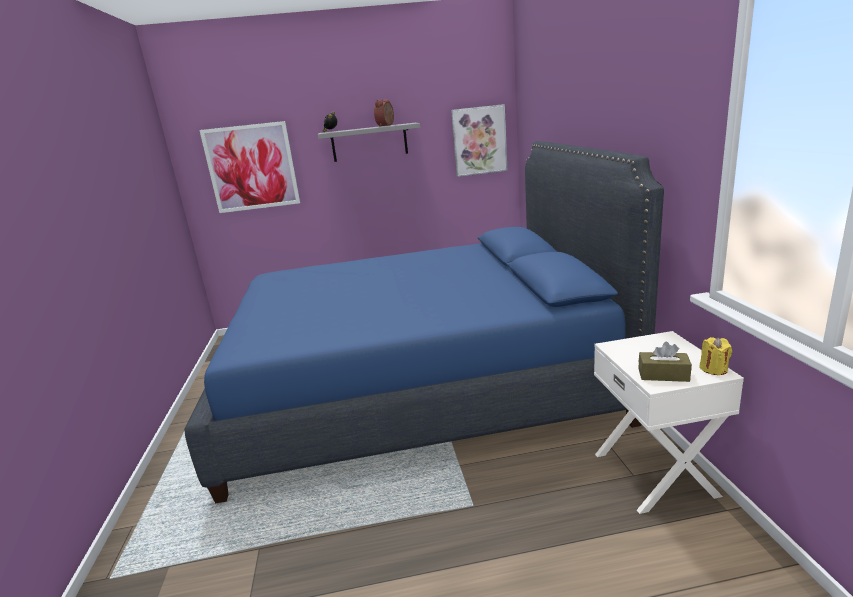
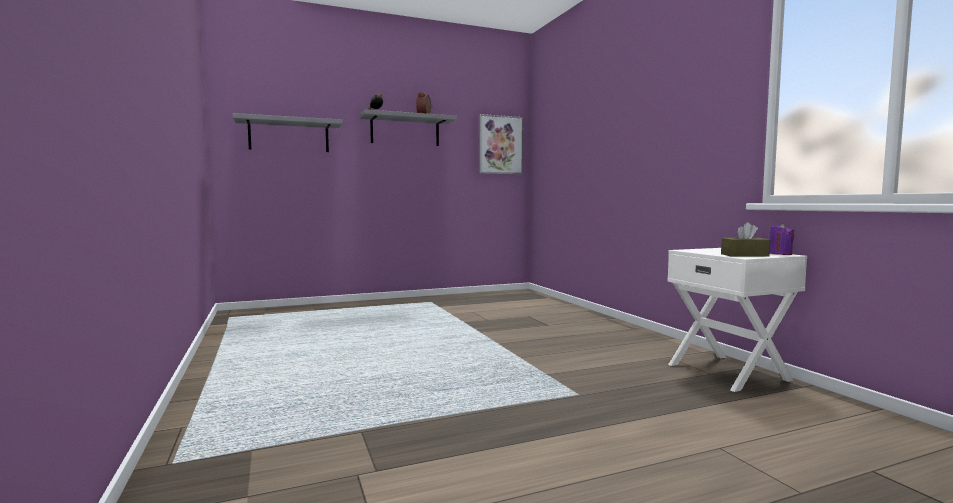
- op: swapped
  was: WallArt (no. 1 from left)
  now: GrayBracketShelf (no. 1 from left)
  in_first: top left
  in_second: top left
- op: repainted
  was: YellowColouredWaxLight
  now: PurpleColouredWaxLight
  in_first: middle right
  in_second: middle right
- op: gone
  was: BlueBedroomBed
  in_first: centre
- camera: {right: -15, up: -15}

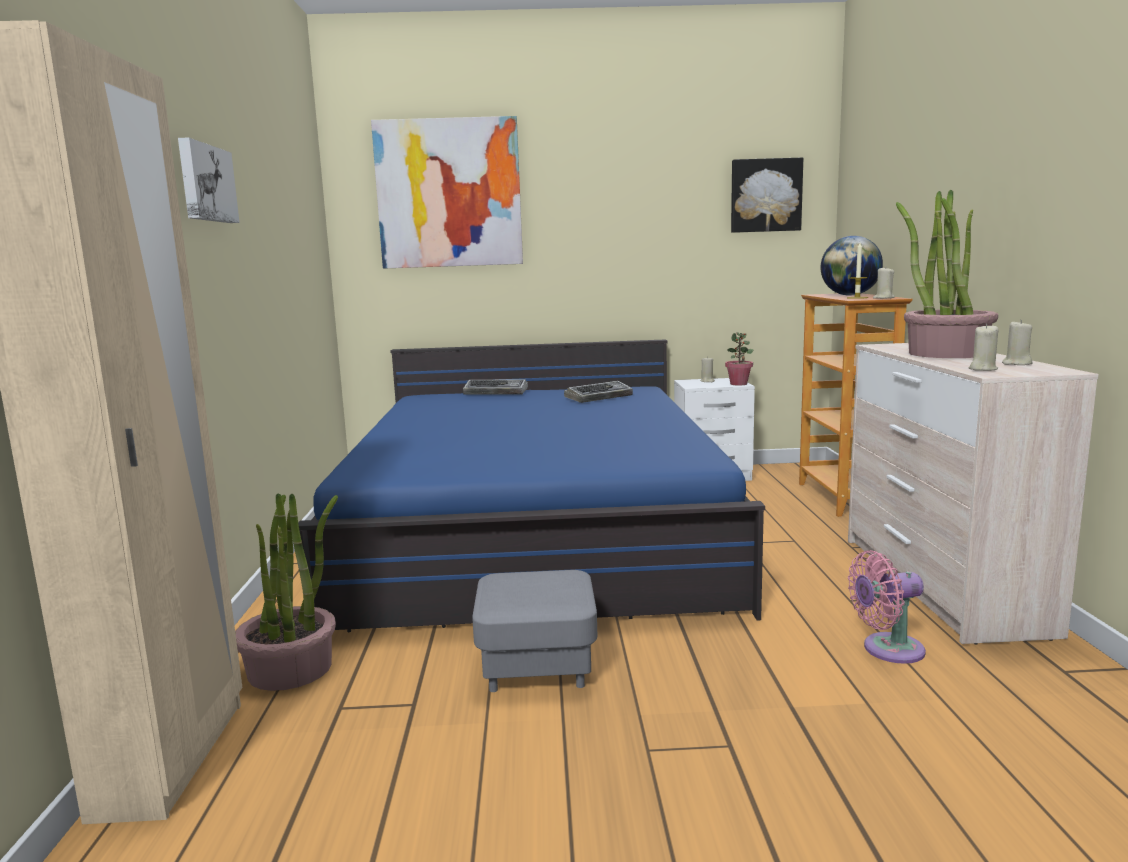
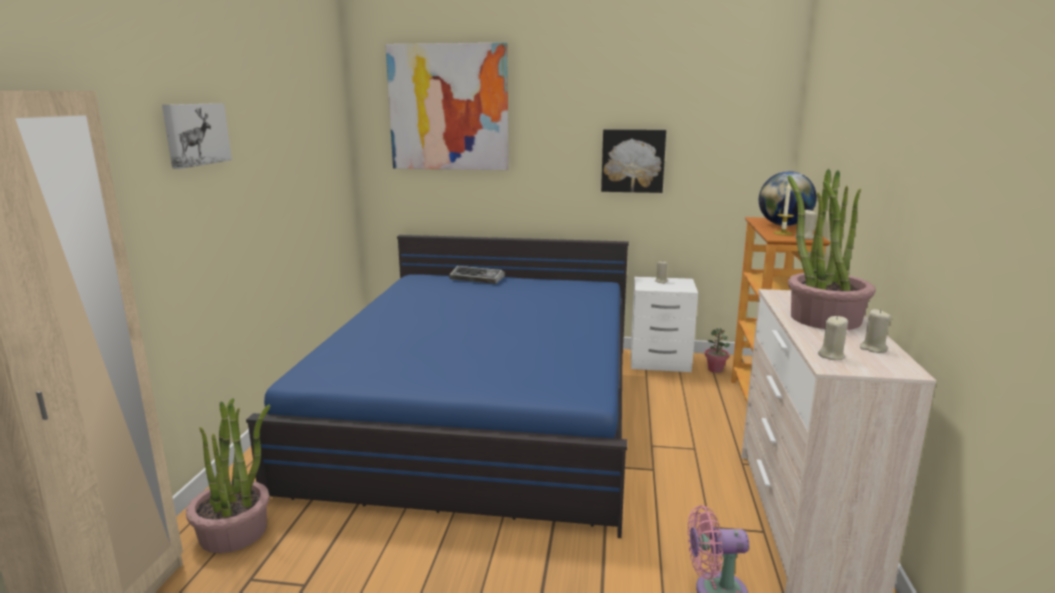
- op: shifted
  was: WallArt (no. 3 from left)
  in_first: top right
  in_second: top centre
- op: shifted
  was: PottedPlant (no. 2 from left)
  in_first: centre
  in_second: middle right
- op: gone
  was: GrayOttoman
  in_first: bottom centre
- op: gone
  was: PcKeyboard (no. 2 from left)
  in_first: centre
- camera: {right: 10, up: 5}

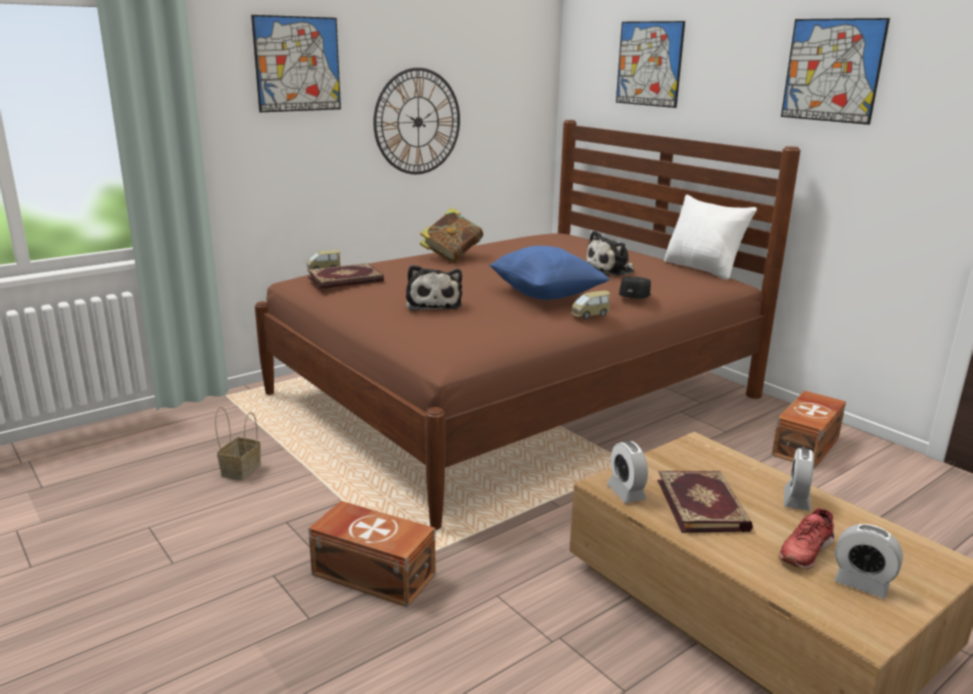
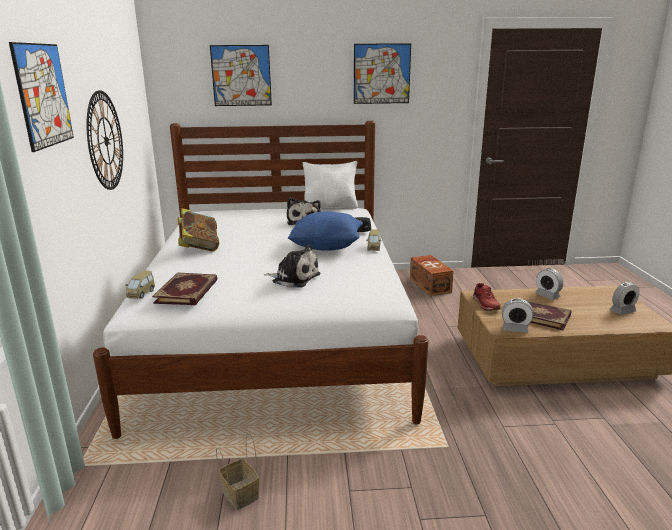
- op: repainted
  was: BrownishBedroomBed
  now: WhitishBedroomBed
  in_first: centre
  in_second: centre
- op: shifted
  was: ReddishItemOfFootwear
  in_first: bottom right
  in_second: middle right
- op: gone
  was: BrownishStorageBin (no. 1 from left)
  in_first: bottom centre
- camera: {right: -55, up: 0}

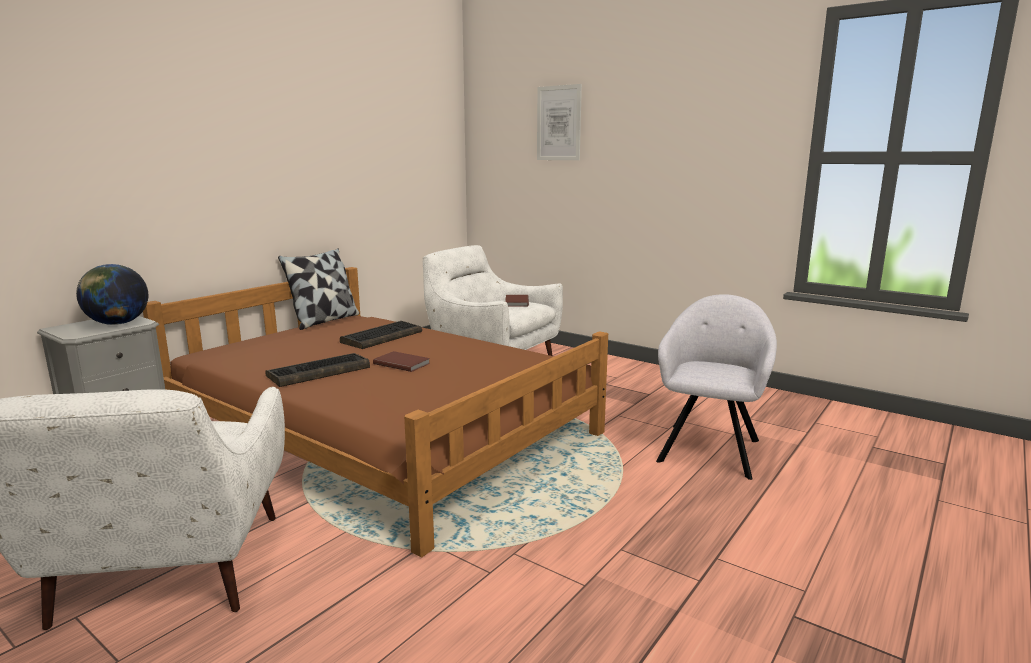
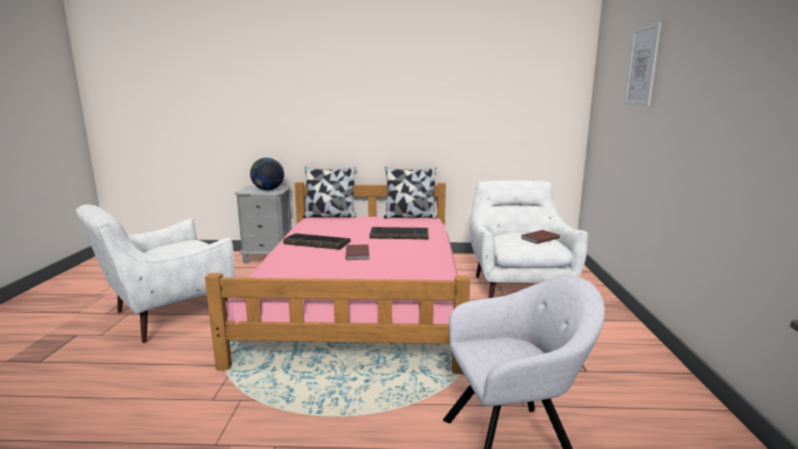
- op: repainted
  was: BrownishBedroomBed
  now: PinkColouredBedroomBed
  in_first: centre
  in_second: centre
- op: new
  now: Pillow (no. 1 from left)
  in_second: centre
- camera: {right: 55, up: 0}

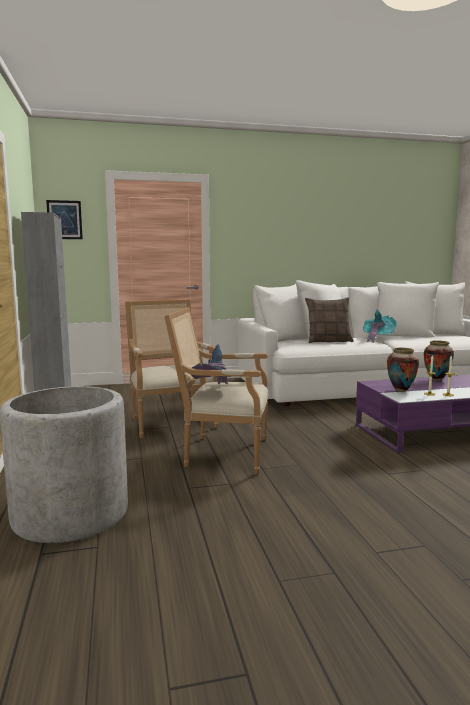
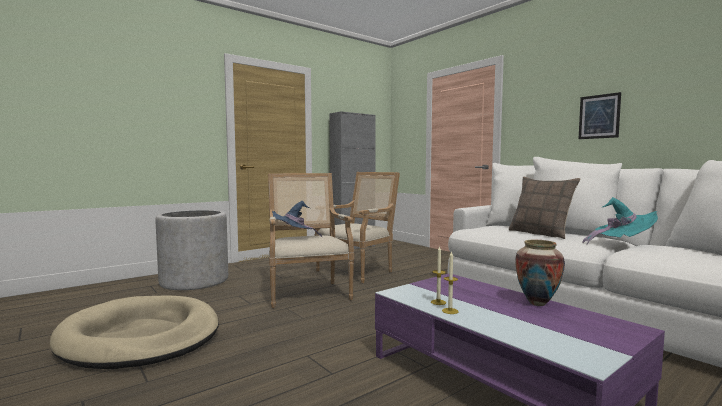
- op: new
  now: BeigeColouredPetBed
  in_second: bottom left
- op: shifted
  was: WallArt
  in_first: top left
  in_second: top right
- op: gone
  was: DecorativeVase (no. 1 from left)
  in_first: middle right
- camera: {right: 65, up: -5}

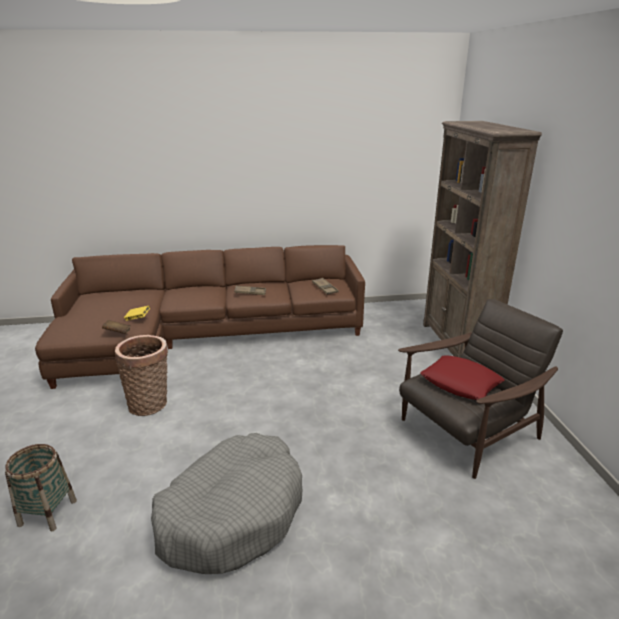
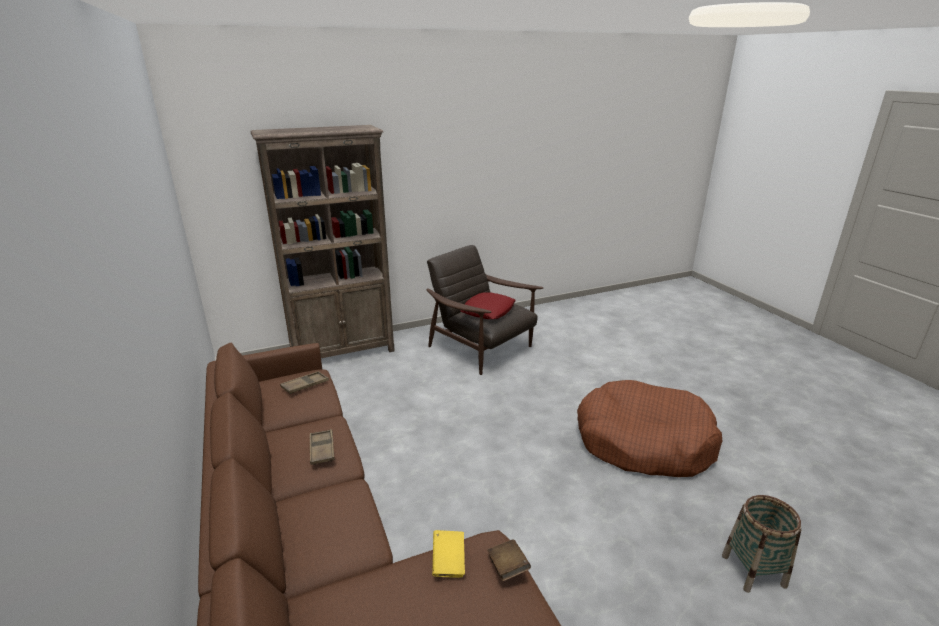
- op: repainted
  was: GrayPetBed
  now: BrownishPetBed
  in_first: bottom centre
  in_second: bottom right
- op: gone
  was: HouseholdBasket (no. 2 from left)
  in_first: middle left
- camera: {right: -105, up: 0}

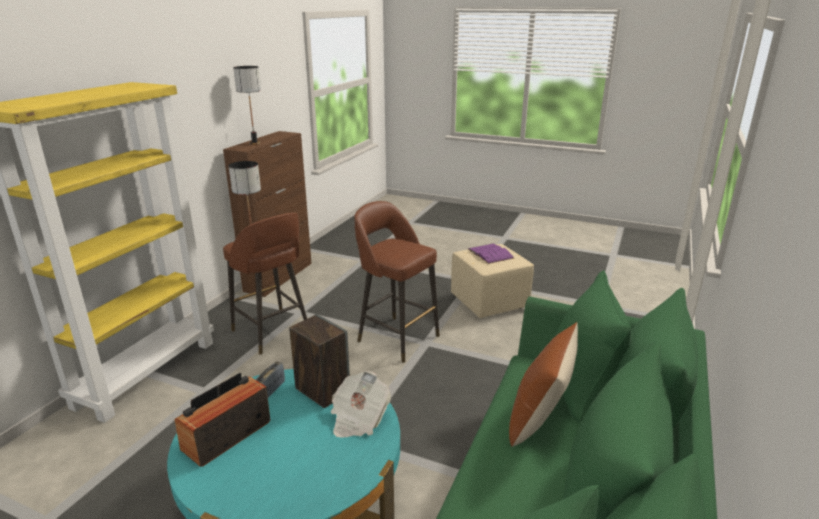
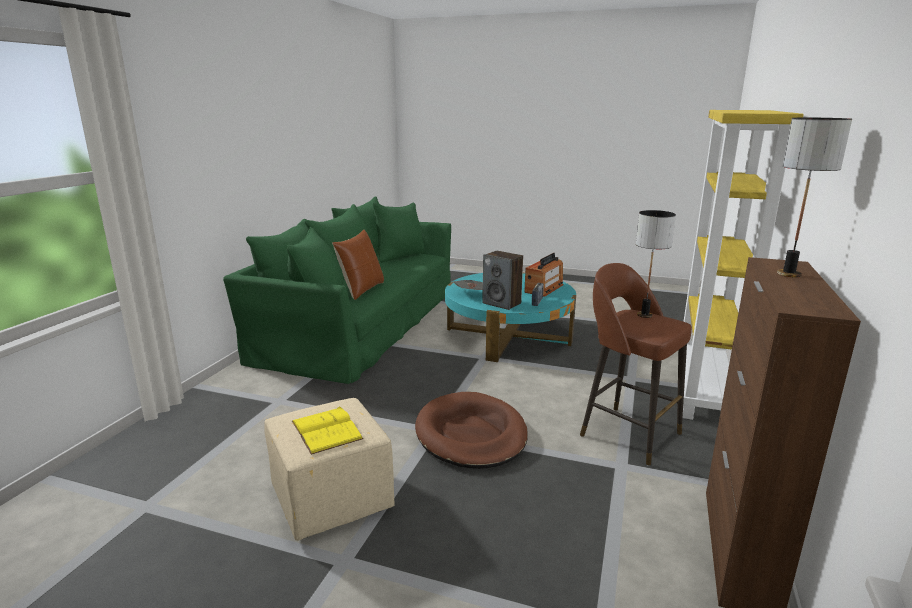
- op: repainted
  was: PurpleColouredVolume
  now: YellowColouredVolume
  in_first: centre
  in_second: bottom centre
- op: swapped
  was: BrownishStoolSeat (no. 2 from left)
  now: BrownishPetBed
  in_first: centre
  in_second: bottom centre
- camera: {right: 175, up: -5}

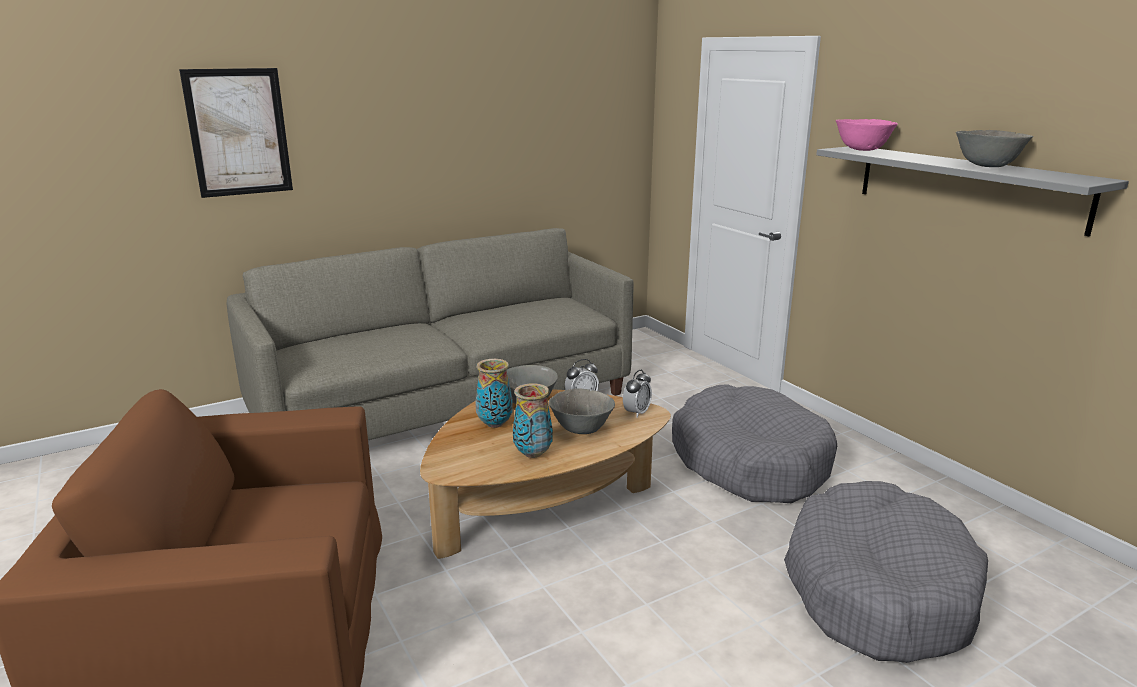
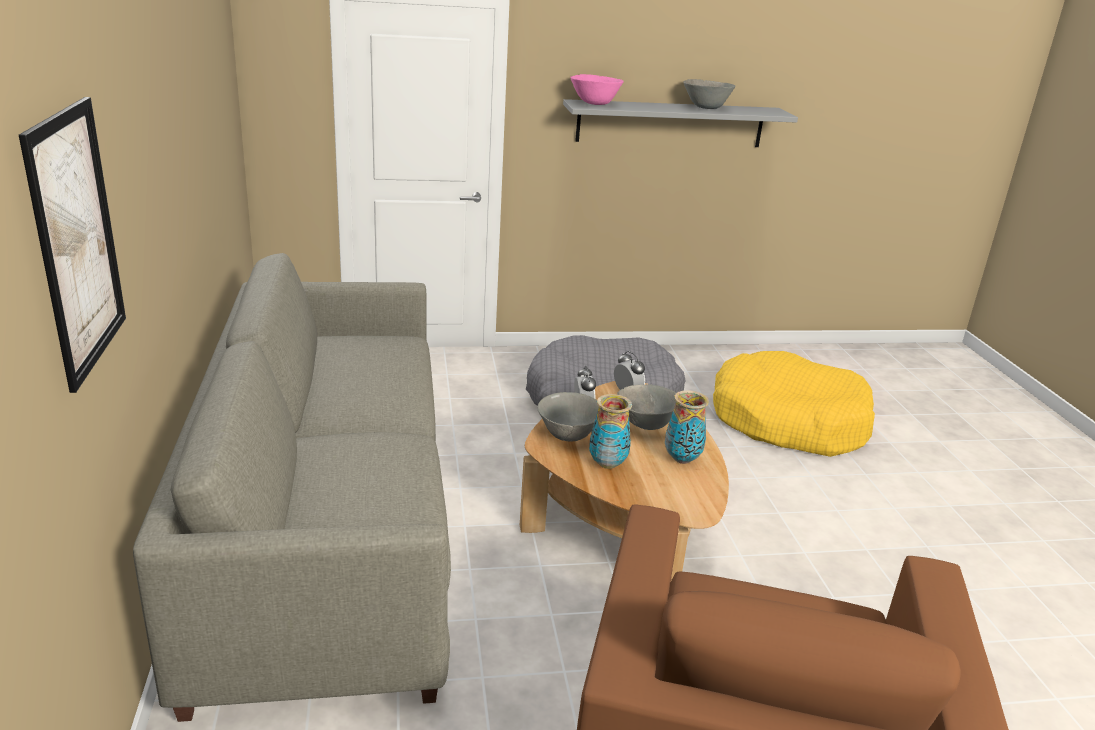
- op: repainted
  was: GrayPetBed (no. 2 from left)
  now: YellowColouredPetBed
  in_first: bottom right
  in_second: middle right
- camera: {right: -70, up: 5}

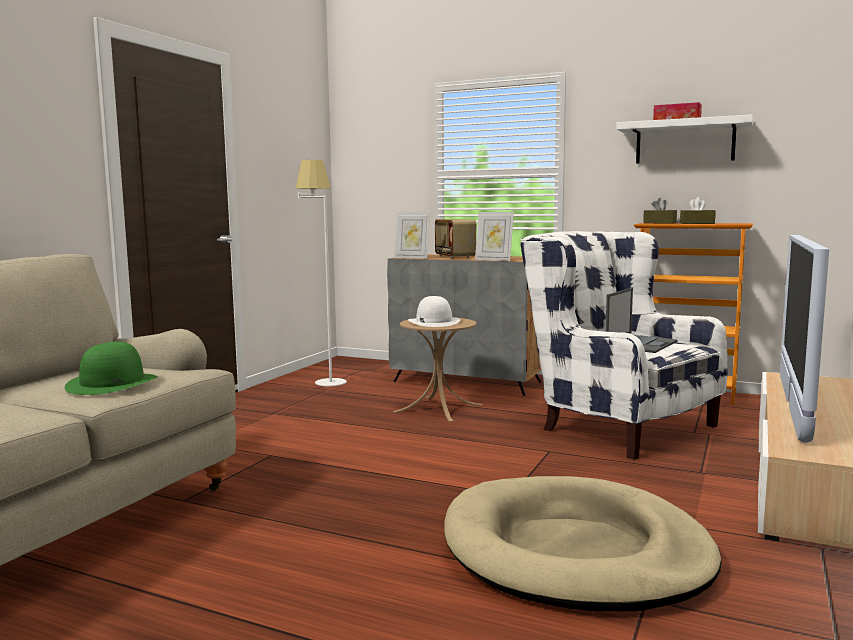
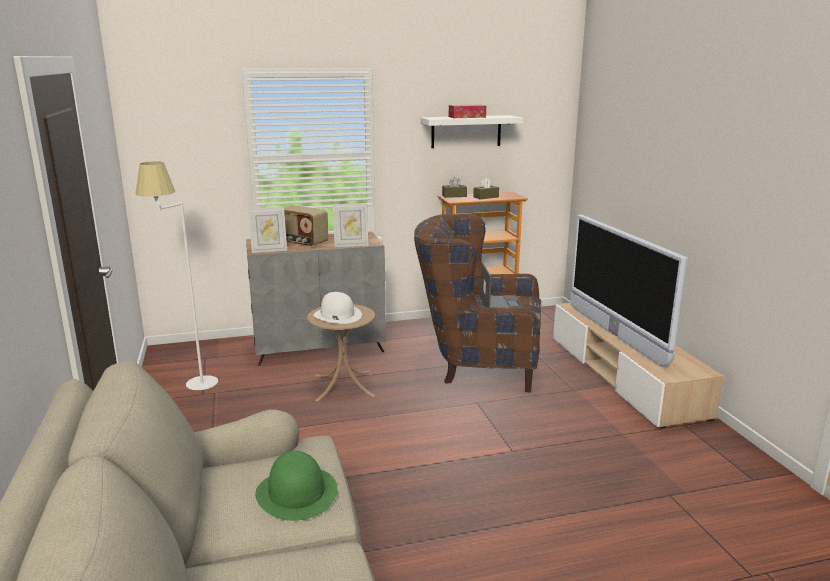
- op: repainted
  was: WhitishEasyChair
  now: BrownishEasyChair
  in_first: middle right
  in_second: centre
- op: gone
  was: BeigeColouredPetBed
  in_first: bottom right
- camera: {right: -40, up: 10}

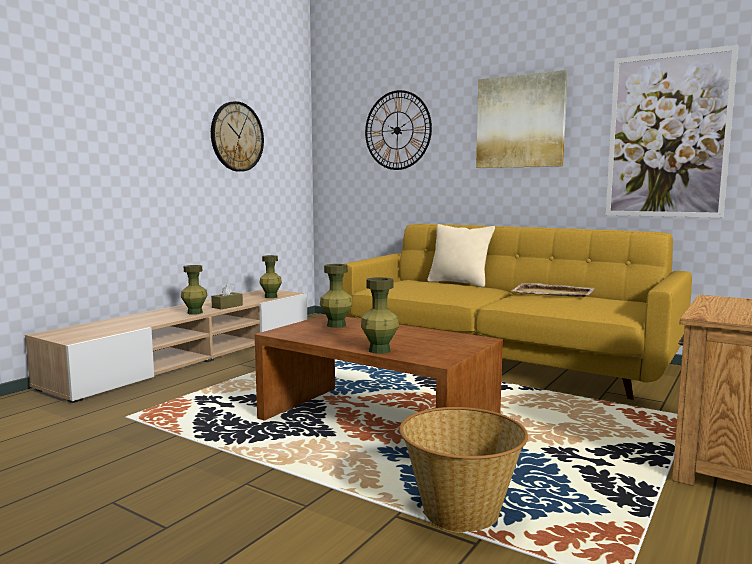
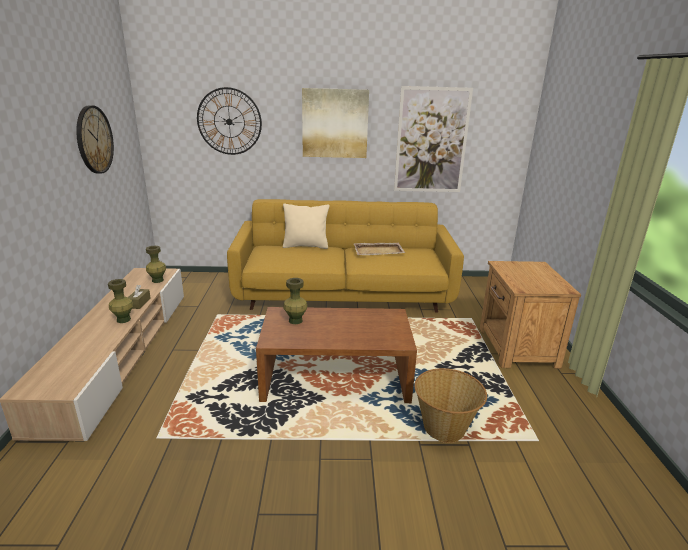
- op: gone
  was: GreenDecorativeVase (no. 4 from left)
  in_first: centre
- camera: {right: -35, up: 15}

